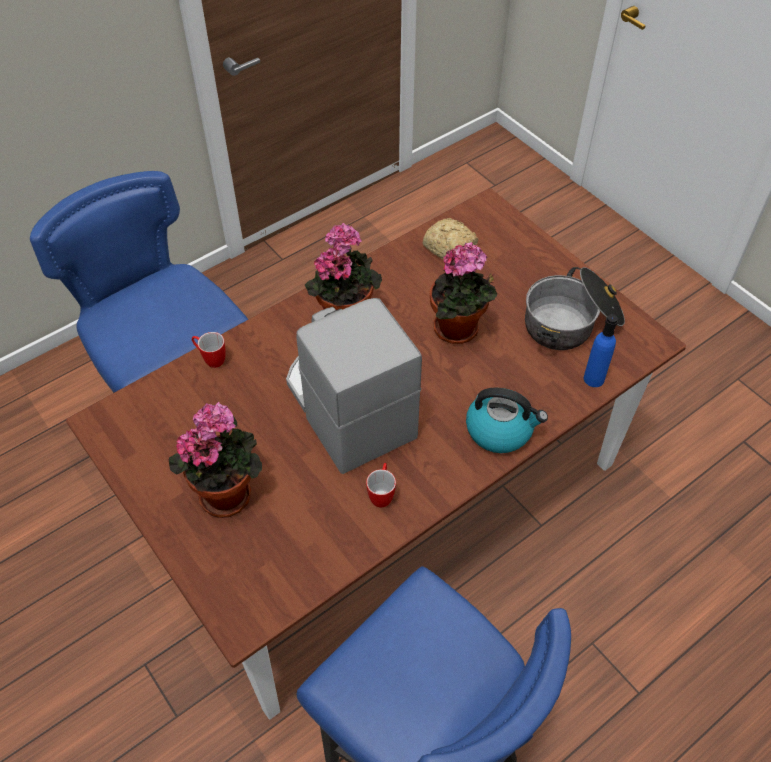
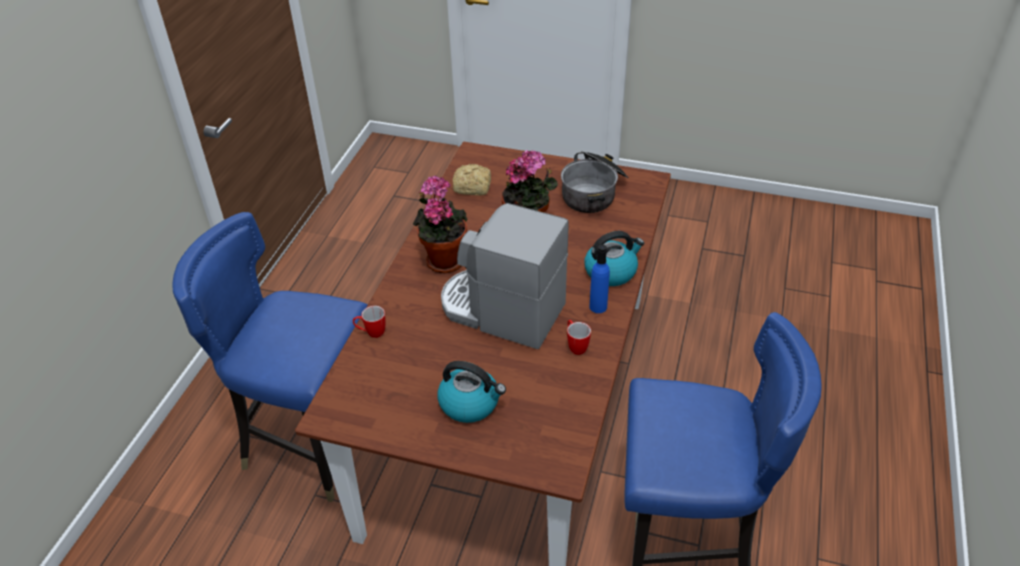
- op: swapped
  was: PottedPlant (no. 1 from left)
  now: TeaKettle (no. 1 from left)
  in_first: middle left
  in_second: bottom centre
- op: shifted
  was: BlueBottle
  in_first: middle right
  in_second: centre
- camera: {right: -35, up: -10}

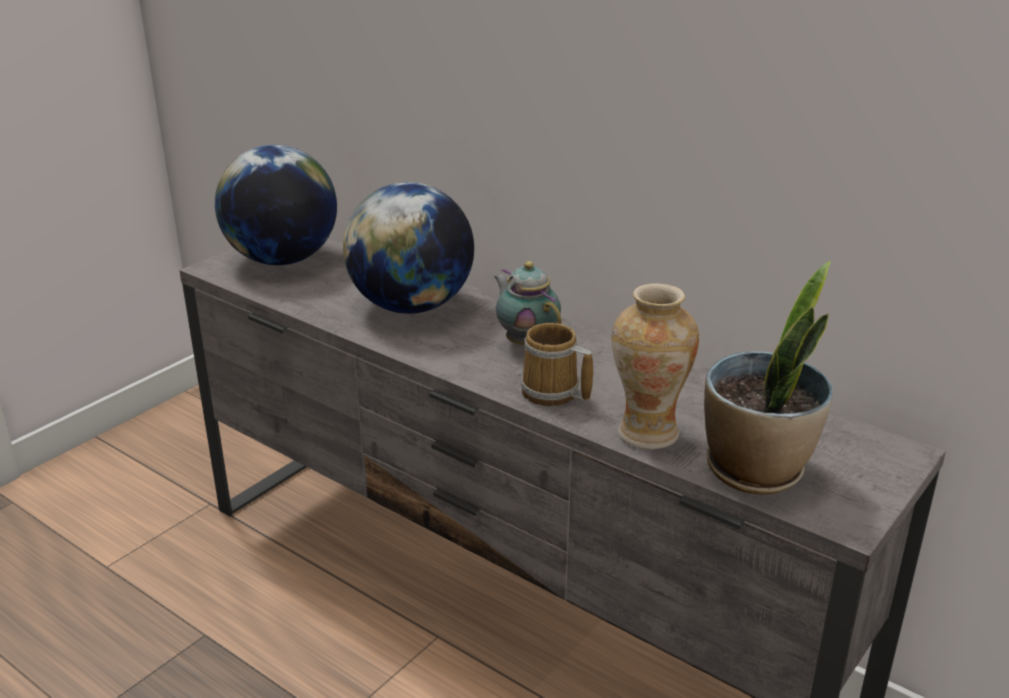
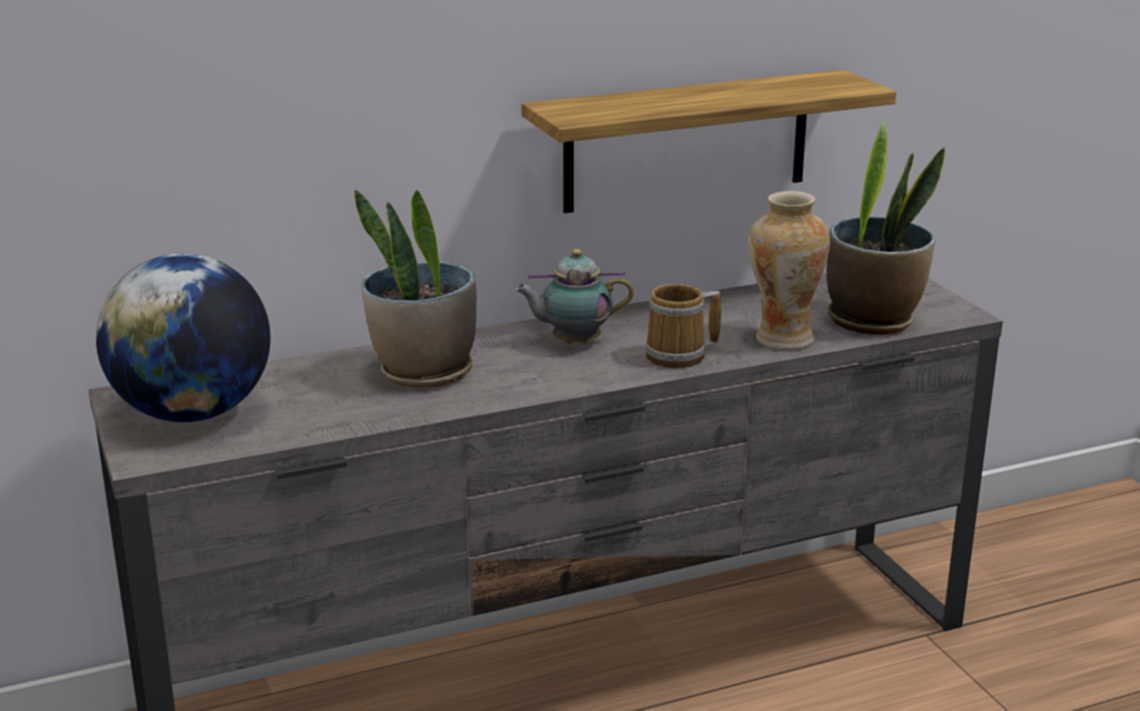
- op: swapped
  was: DeskGlobe (no. 2 from left)
  now: PottedPlant (no. 1 from left)
  in_first: centre
  in_second: centre
- op: new
  now: BracketShelf
  in_second: top centre
- camera: {right: -60, up: -5}

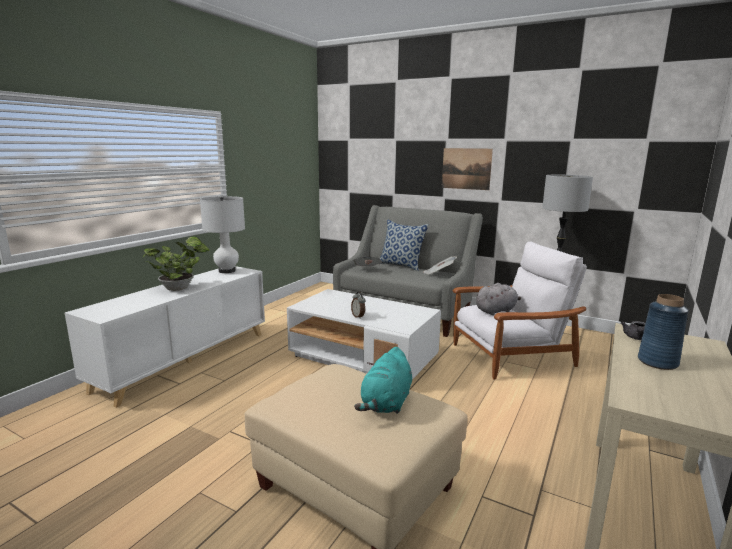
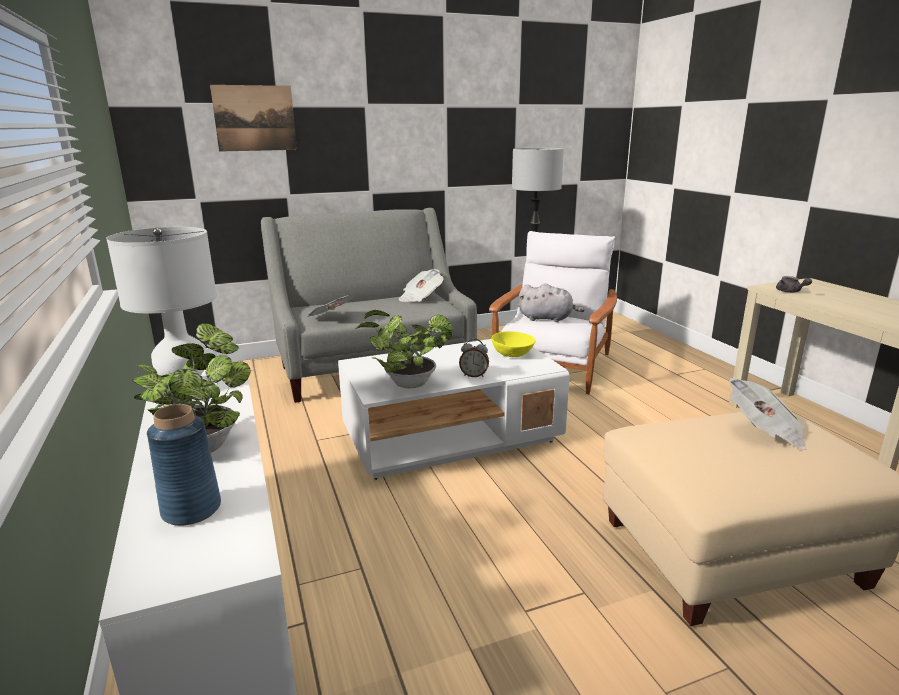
- op: shifted
  was: BlueDecorativeVase
  in_first: middle right
  in_second: bottom left
- op: shifted
  was: WallArt
  in_first: top centre
  in_second: top left
- op: new
  now: PottedPlant (no. 2 from left)
  in_second: centre
- op: new
  now: YellowColouredServingBowl
  in_second: centre
- op: rotated
  was: GrayCuddlyToy
  in_first: middle right
  in_second: centre
  clockwise: 90
- op: swapped
  was: TurquoiseCuddlyToy
  now: Newspaper (no. 3 from left)
  in_first: bottom centre
  in_second: middle right
- op: gone
  was: Pillow
  in_first: centre
- camera: {right: -50, up: 5}

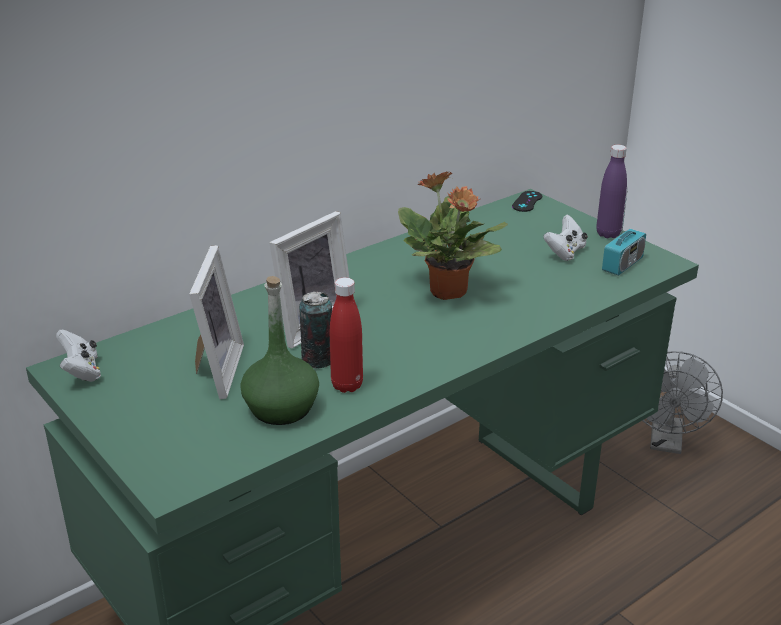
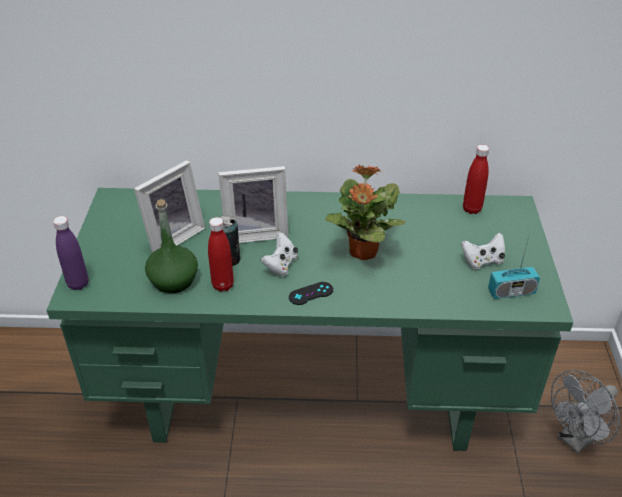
- op: shifted
  was: PurpleColouredBottle
  in_first: top right
  in_second: middle left
- op: shifted
  was: WhitishJoypad (no. 1 from left)
  in_first: middle left
  in_second: centre
- op: shifted
  was: BlackColouredJoypad
  in_first: top right
  in_second: centre
- op: new
  now: ReddishBottle (no. 2 from left)
  in_second: middle right
- camera: {right: 40, up: 10}

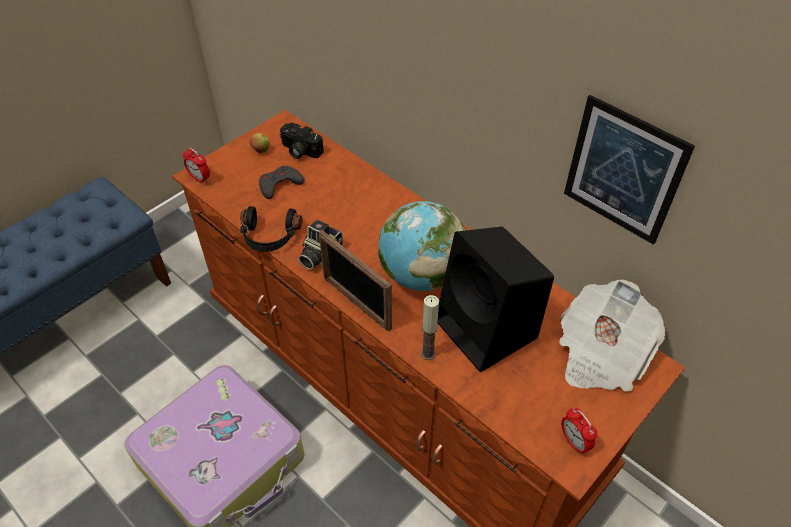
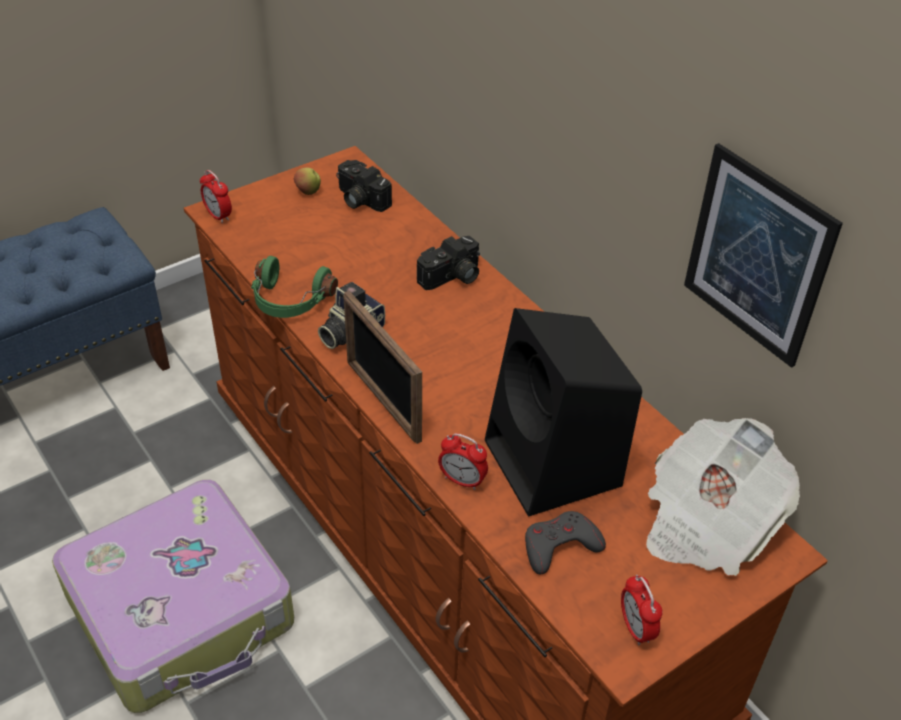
- op: repainted
  was: BlackColouredHeadset
  now: GreenHeadset
  in_first: centre
  in_second: middle left
- op: new
  now: StillCamera (no. 3 from left)
  in_second: centre
- op: swapped
  was: WaxLight
  now: TableClock (no. 2 from left)
  in_first: centre
  in_second: centre
- op: shifted
  was: GrayJoypad
  in_first: centre
  in_second: bottom centre
- op: gone
  was: DeskGlobe
  in_first: centre
- camera: {right: 10, up: -5}

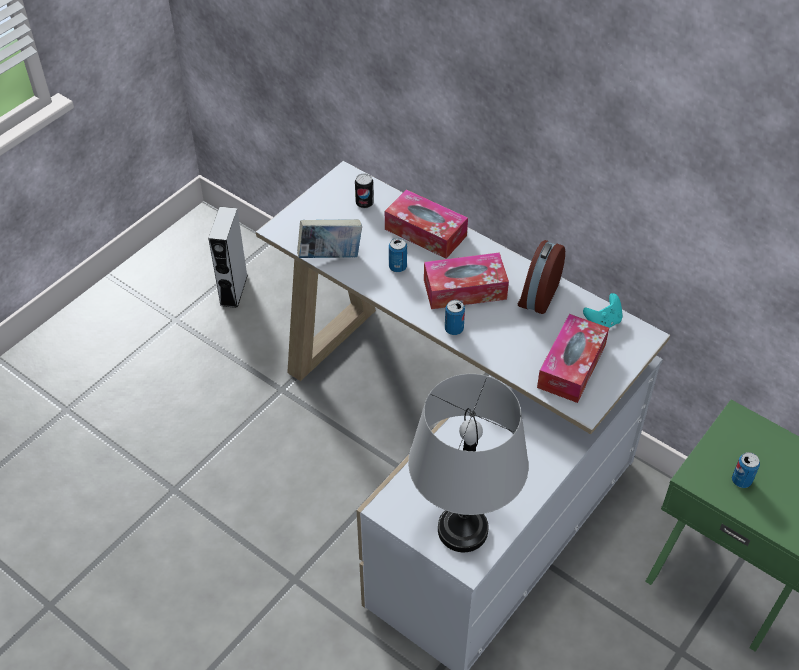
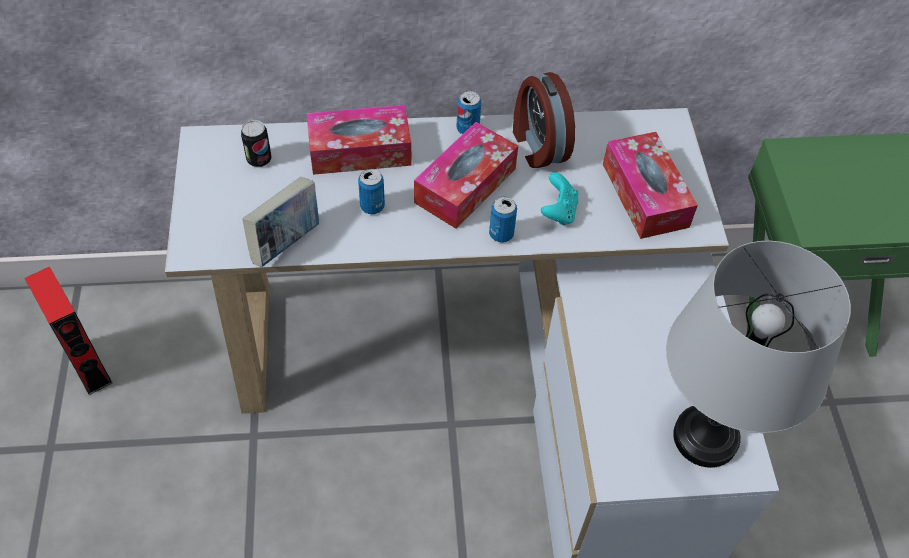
- op: repainted
  was: GraySpeaker
  now: ReddishSpeaker
  in_first: middle left
  in_second: middle left
- op: shifted
  was: SealedCan (no. 4 from left in the first image)
  now: SealedCan (no. 3 from left)
  in_first: bottom right
  in_second: top centre
- op: shifted
  was: TurquoiseJoypad
  in_first: middle right
  in_second: centre
- camera: {right: -45, up: 5}

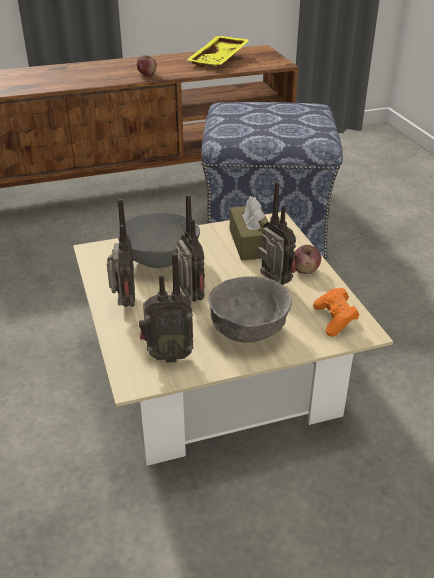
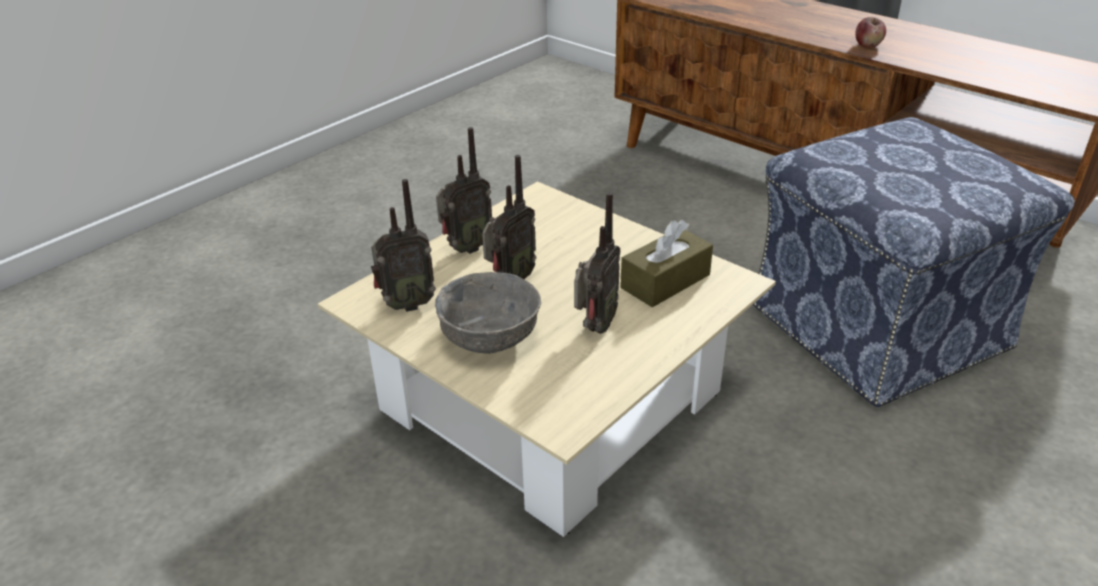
- op: rotated
  was: Radio (no. 2 from left in the first image)
  in_first: centre
  in_second: centre
  clockwise: -75
- op: gone
  was: GrayServingBowl (no. 1 from left)
  in_first: centre
- op: gone
  was: YellowColouredCarryingTray
  in_first: top centre
- op: gone
  was: Apple (no. 2 from left)
  in_first: middle right
- op: gone
  was: OrangeColouredJoypad
  in_first: middle right
- camera: {right: 60, up: 0}

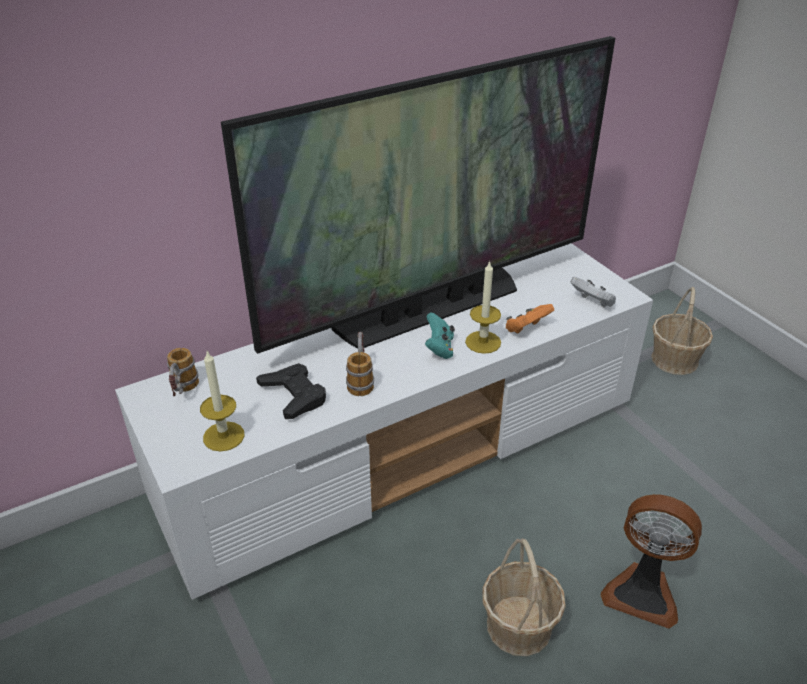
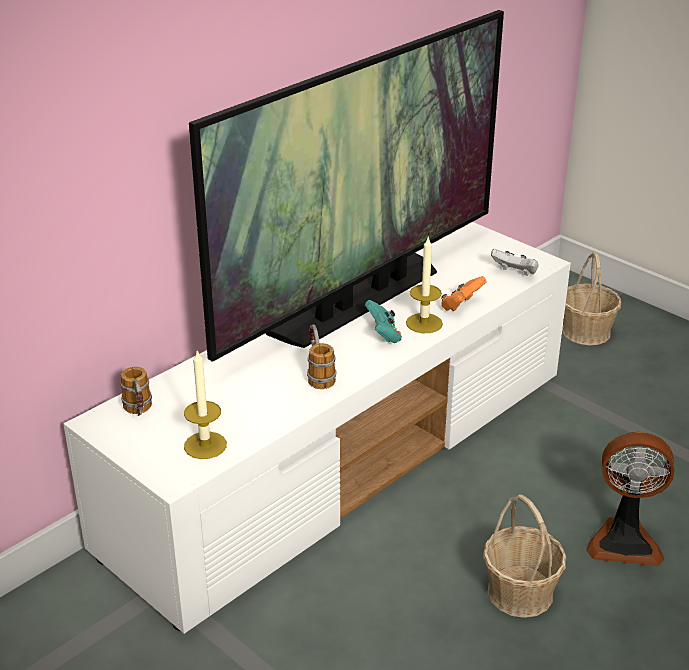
- op: gone
  was: BlackColouredJoypad
  in_first: centre
- camera: {right: -15, up: -5}

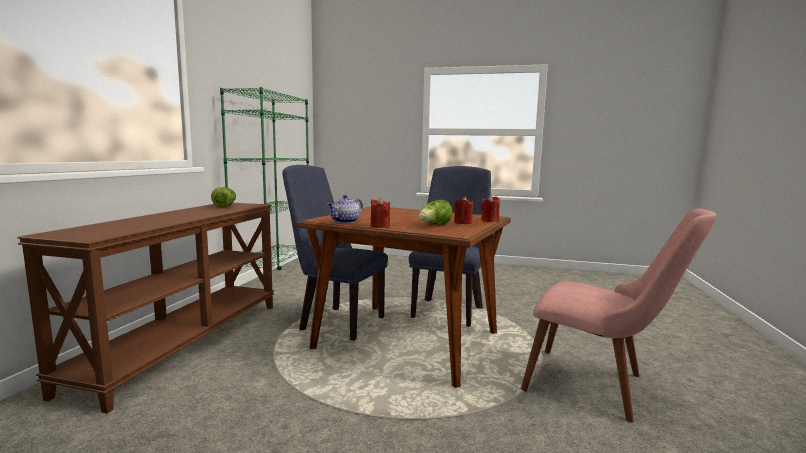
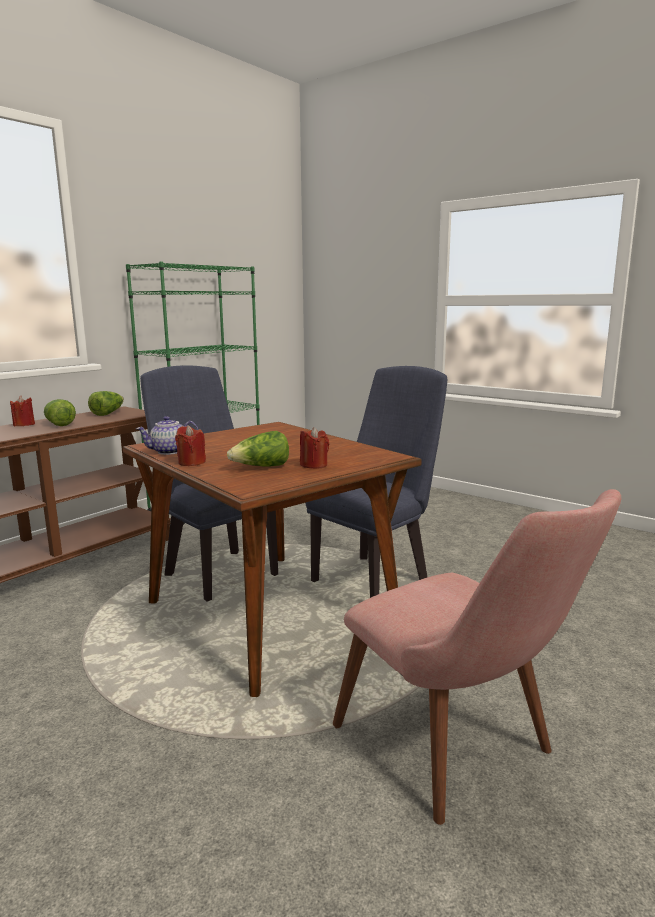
- op: shifted
  was: ReddishWaxLight (no. 3 from left in the first image)
  now: ReddishWaxLight (no. 1 from left)
  in_first: centre
  in_second: middle left
- op: new
  now: HeadOfLettuce (no. 1 from left)
  in_second: middle left
- camera: {right: 25, up: 5}

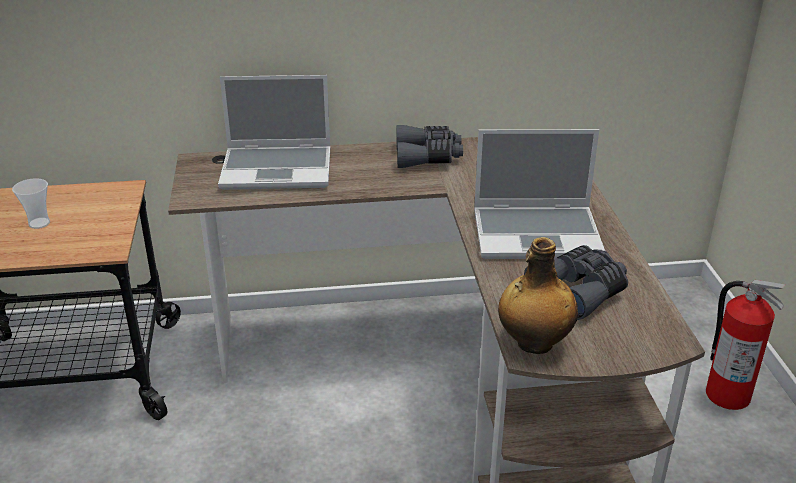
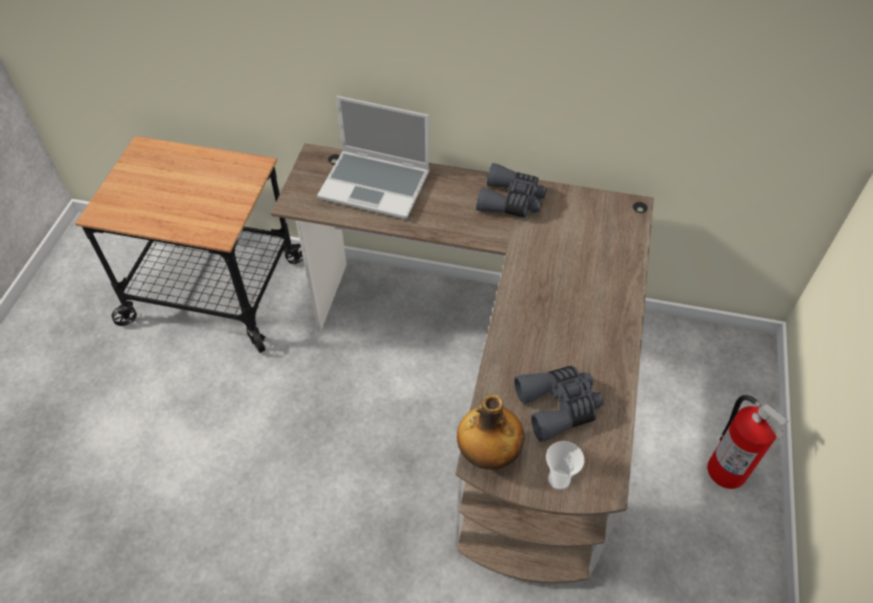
- op: shifted
  was: Cup
  in_first: middle left
  in_second: bottom centre
- op: gone
  was: NotebookComputer (no. 2 from left)
  in_first: middle right
- camera: {right: 20, up: 20}

